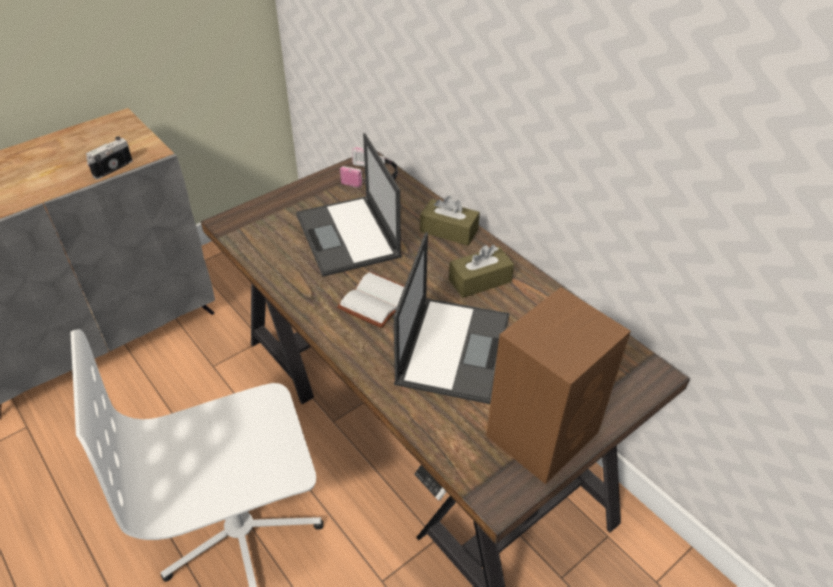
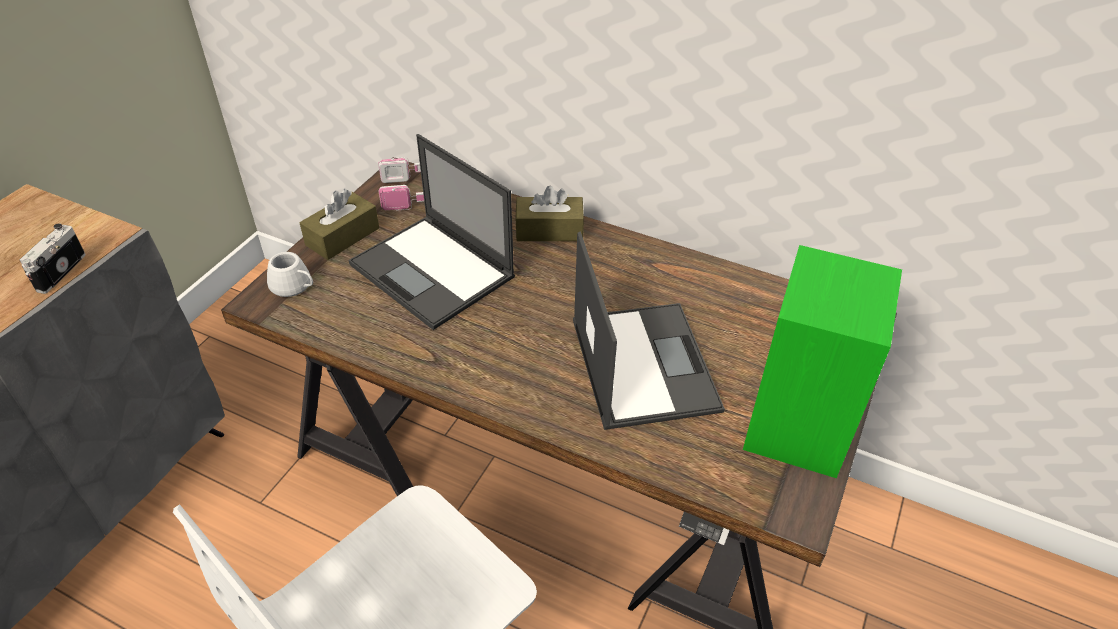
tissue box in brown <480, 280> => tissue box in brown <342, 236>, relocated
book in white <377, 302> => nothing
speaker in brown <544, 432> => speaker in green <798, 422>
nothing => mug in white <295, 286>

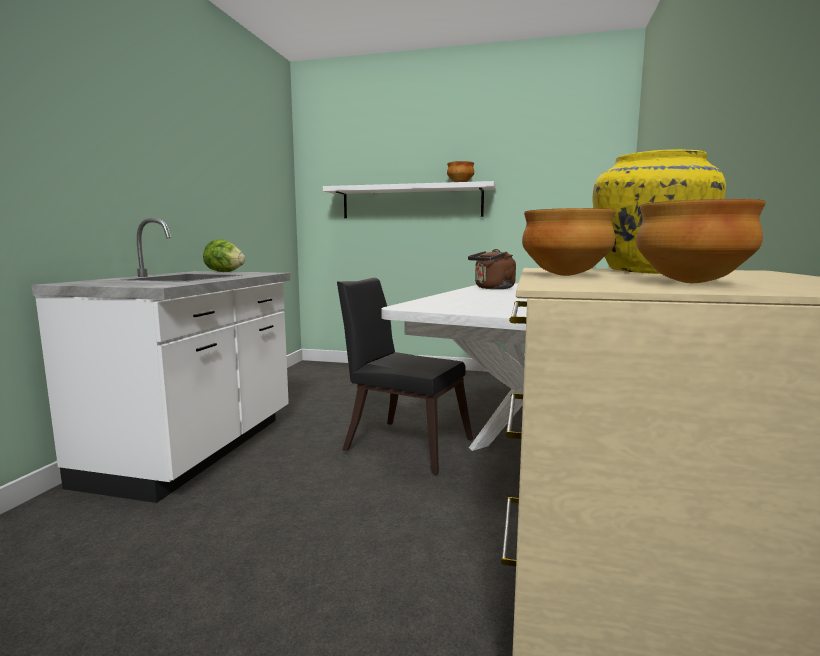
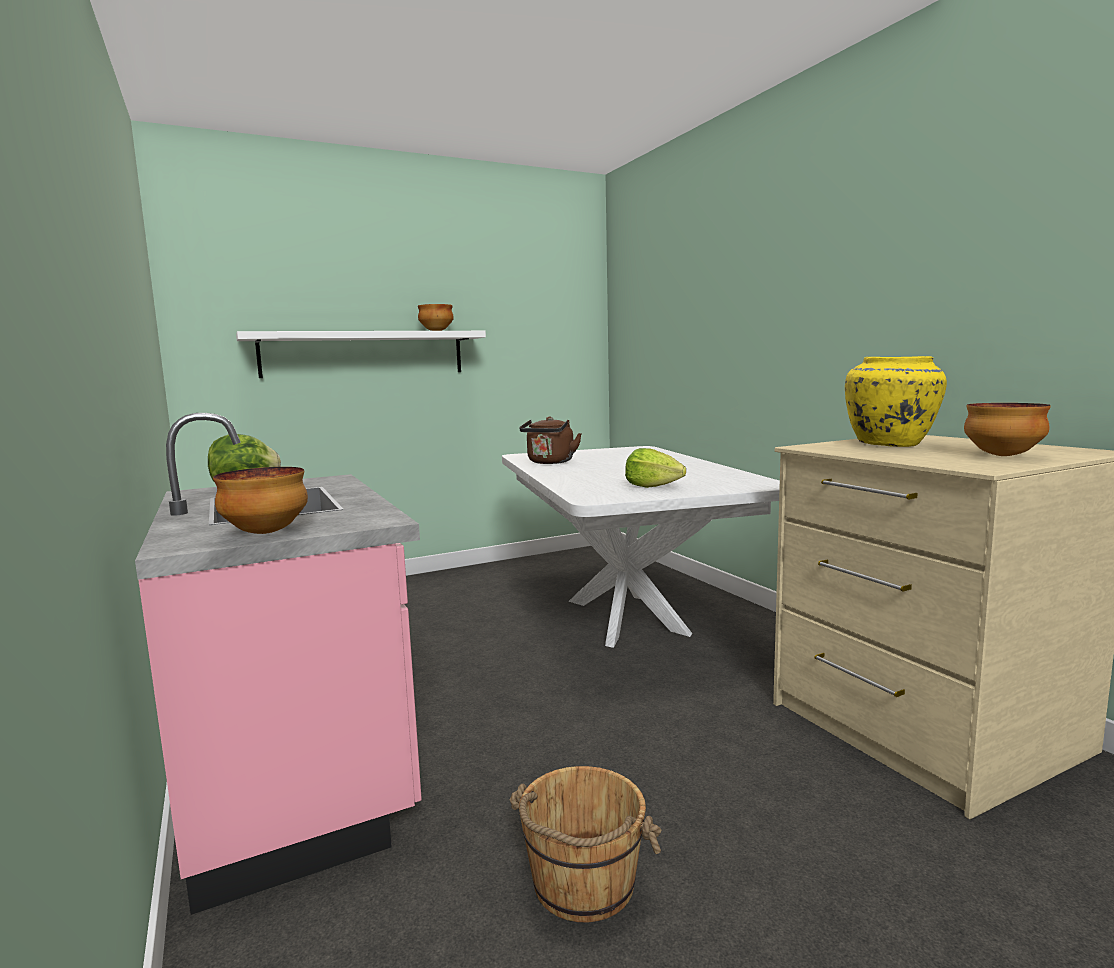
bowl <566, 275> => bowl <266, 533>, relocated
counter in white <196, 450> => counter in pink <301, 773>
chair in black <402, 443> => nothing
nothing => lettuce <652, 486>
nothing => bucket in brown <582, 884>

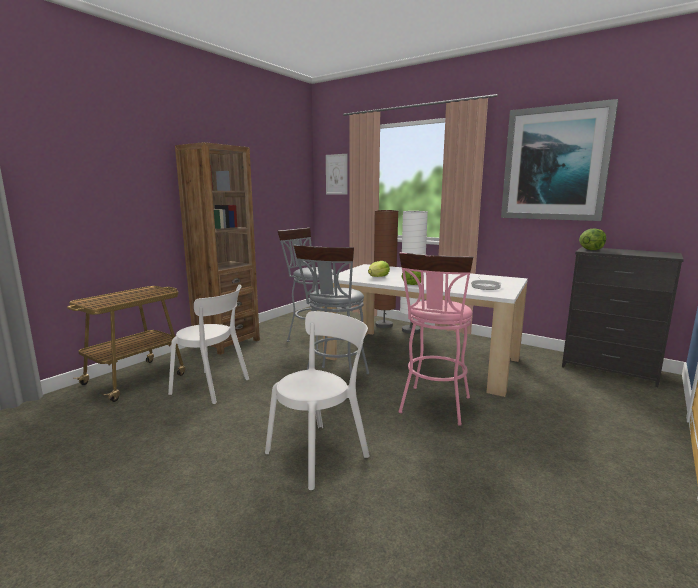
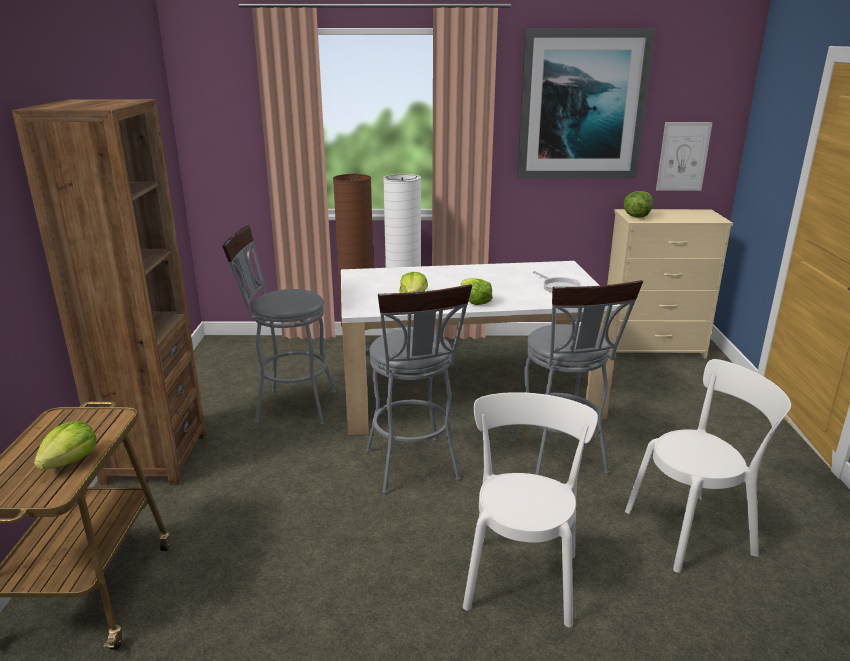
picture <336, 174> => picture <683, 156>, relocated
dresser in black <610, 369> => dresser in beige <653, 348>
stool in pink <434, 408> => stool in grey <561, 461>
chair in white <213, 387> => chair in white <694, 530>, relocated
nothing => lettuce <70, 461>

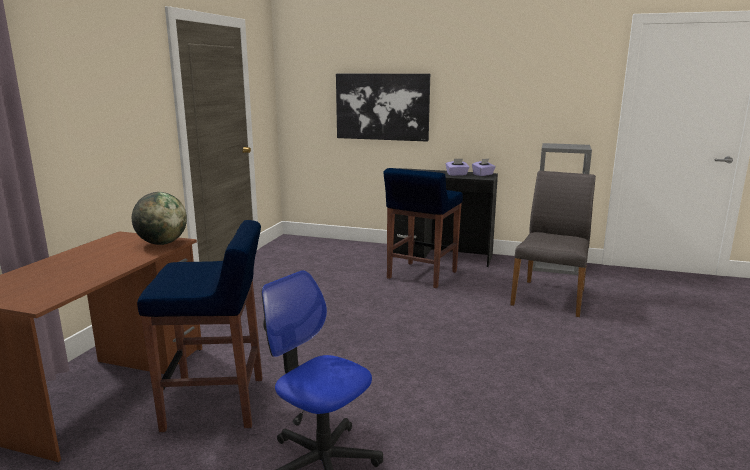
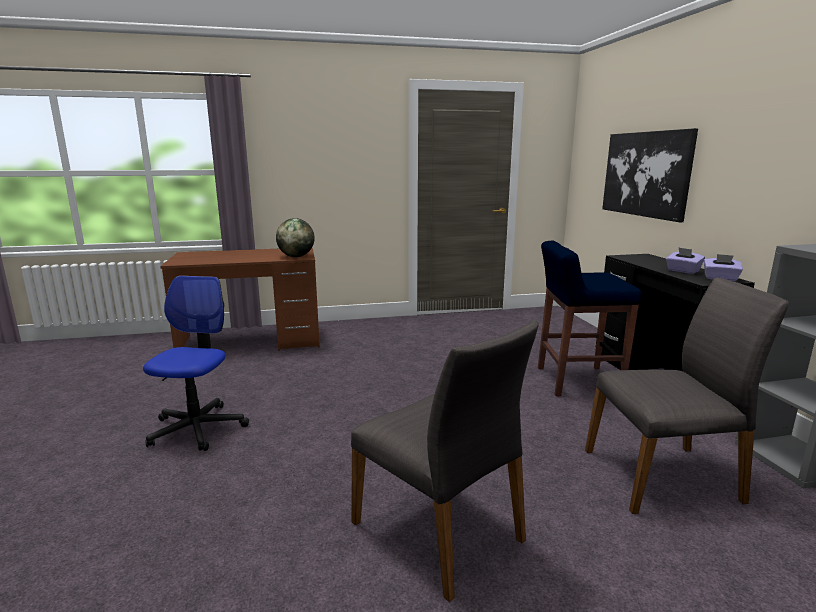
stool in blue <217, 404> => nothing
nothing => chair in grey <440, 531>

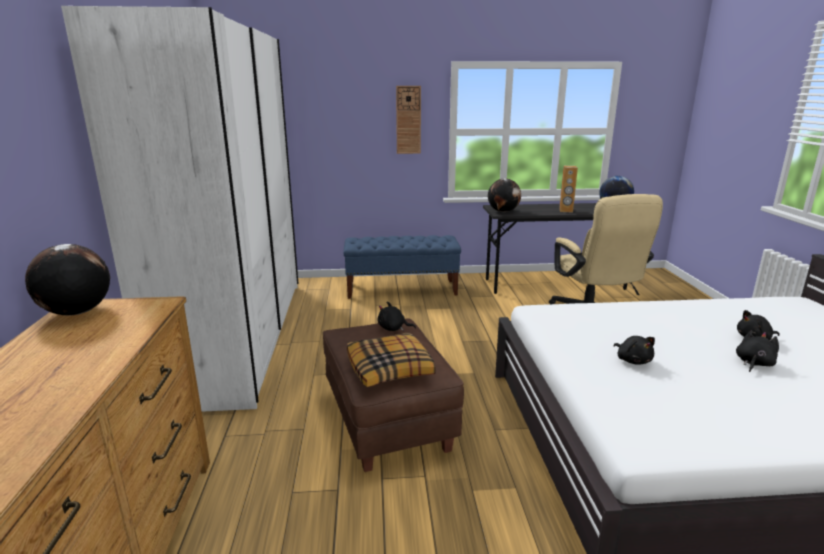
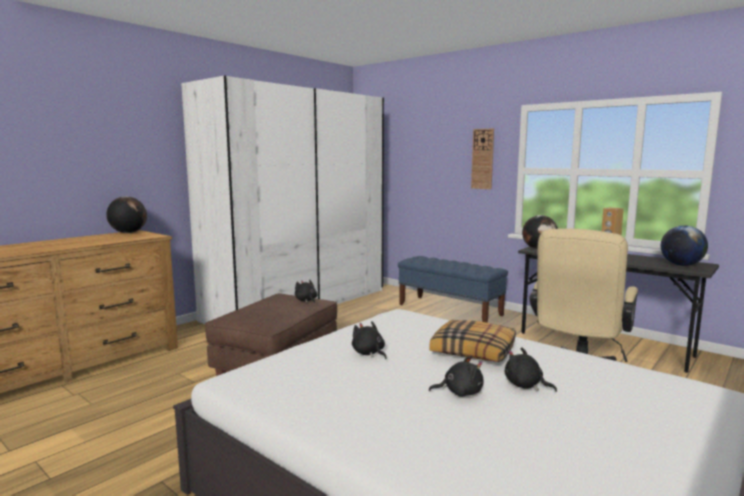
pillow <390, 368> => pillow <474, 351>, relocated
plush toy in black <633, 360> => plush toy in black <369, 353>, 120 degrees clockwise

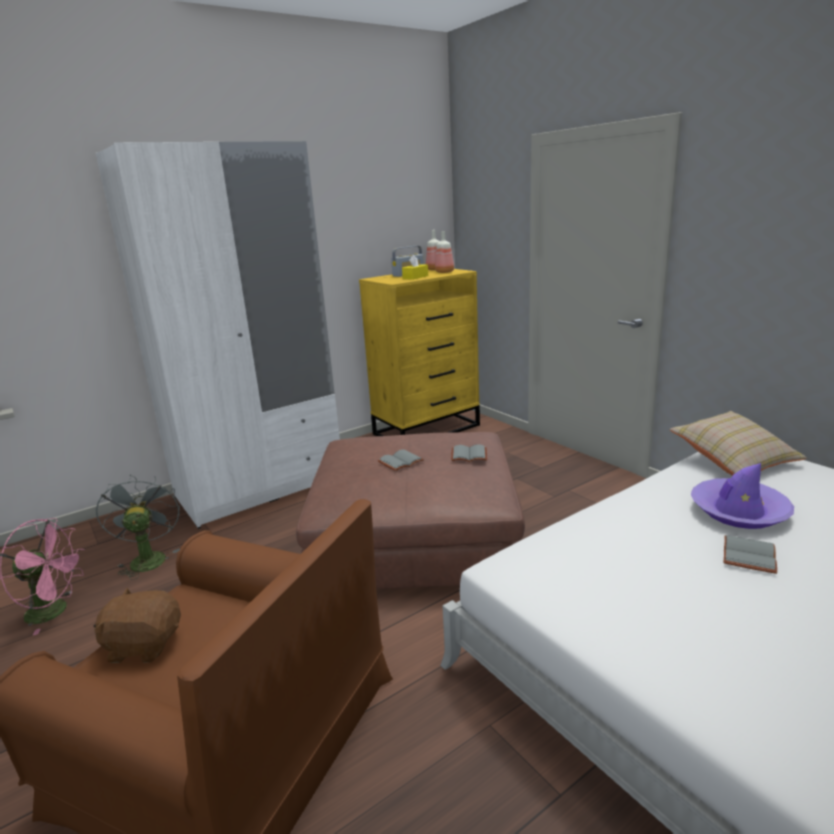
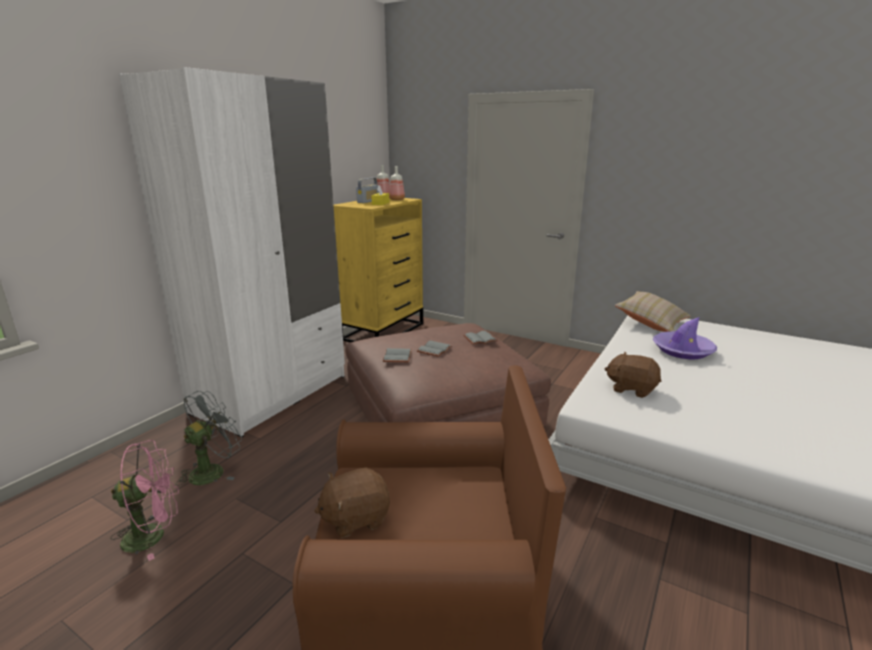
fan in grey <147, 558> => fan in grey <212, 470>, 75 degrees clockwise
book in grey <751, 556> => book in grey <398, 357>, relocated
nothing => plush toy in brown <631, 388>

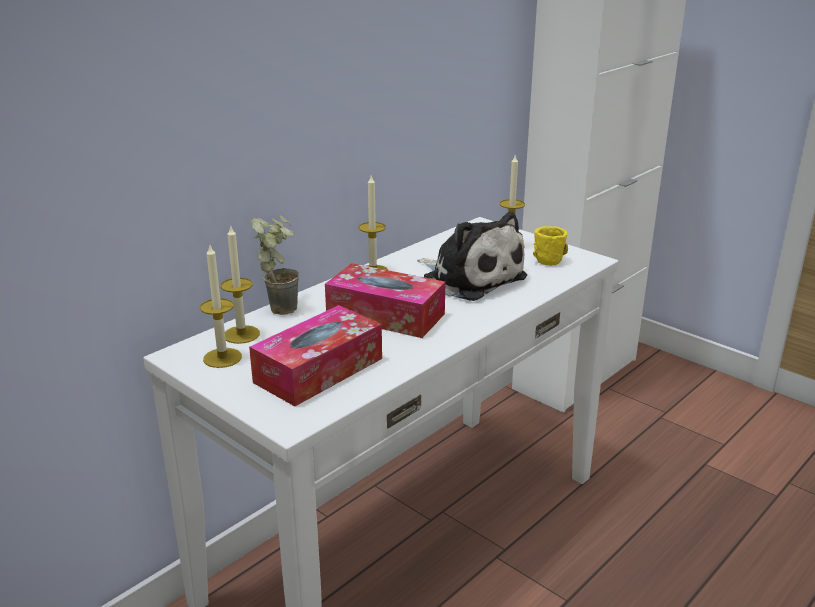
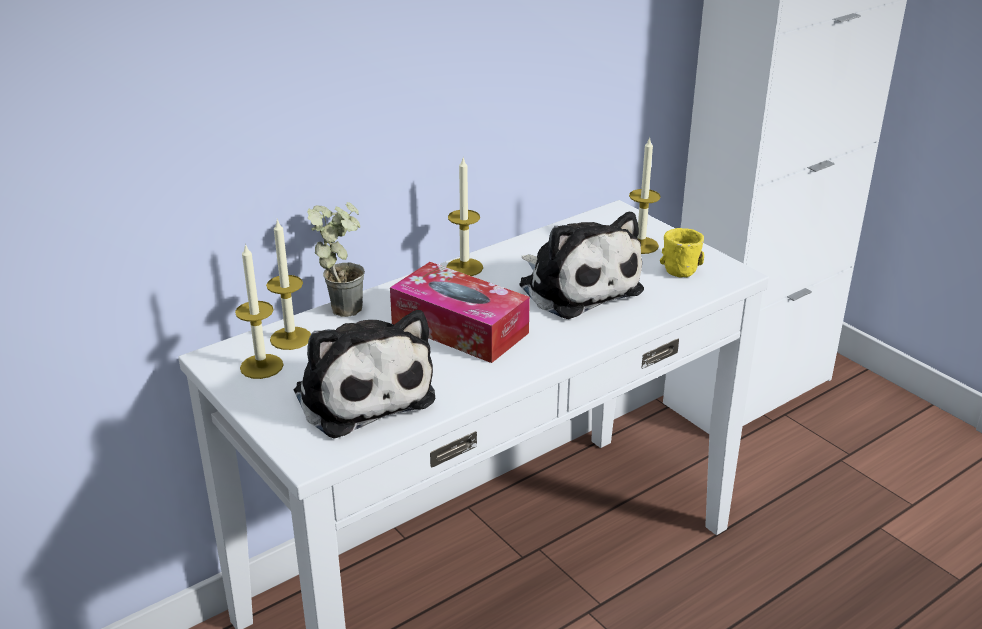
tissue box <319, 370> => plush toy <361, 393>

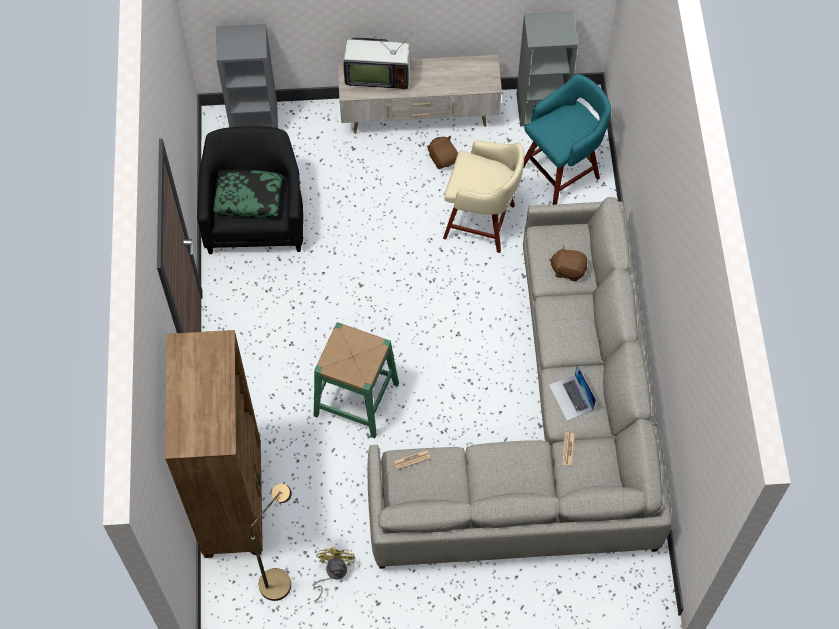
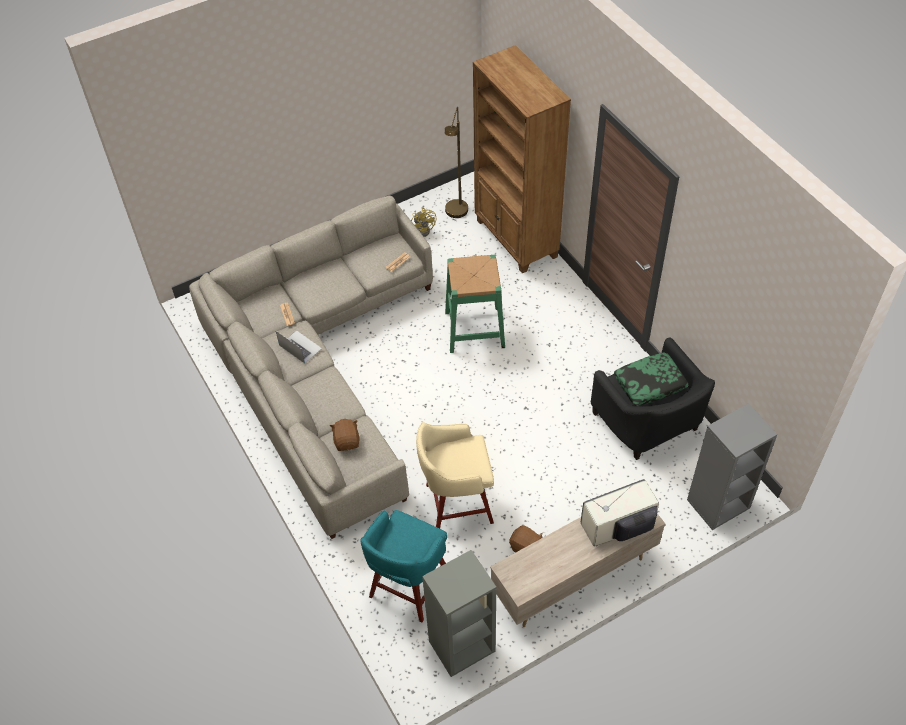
plush toy in brown <568, 269> => plush toy in brown <347, 441>, 90 degrees counterclockwise

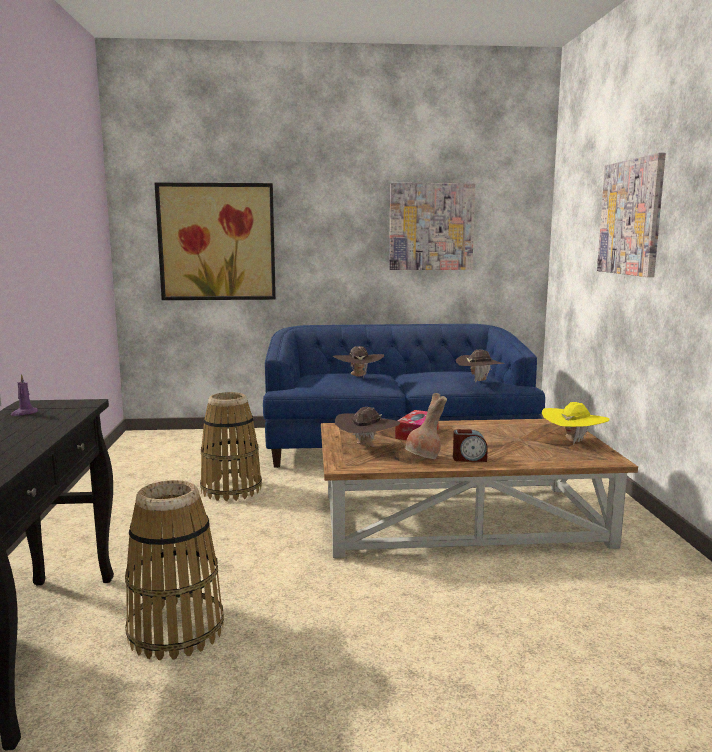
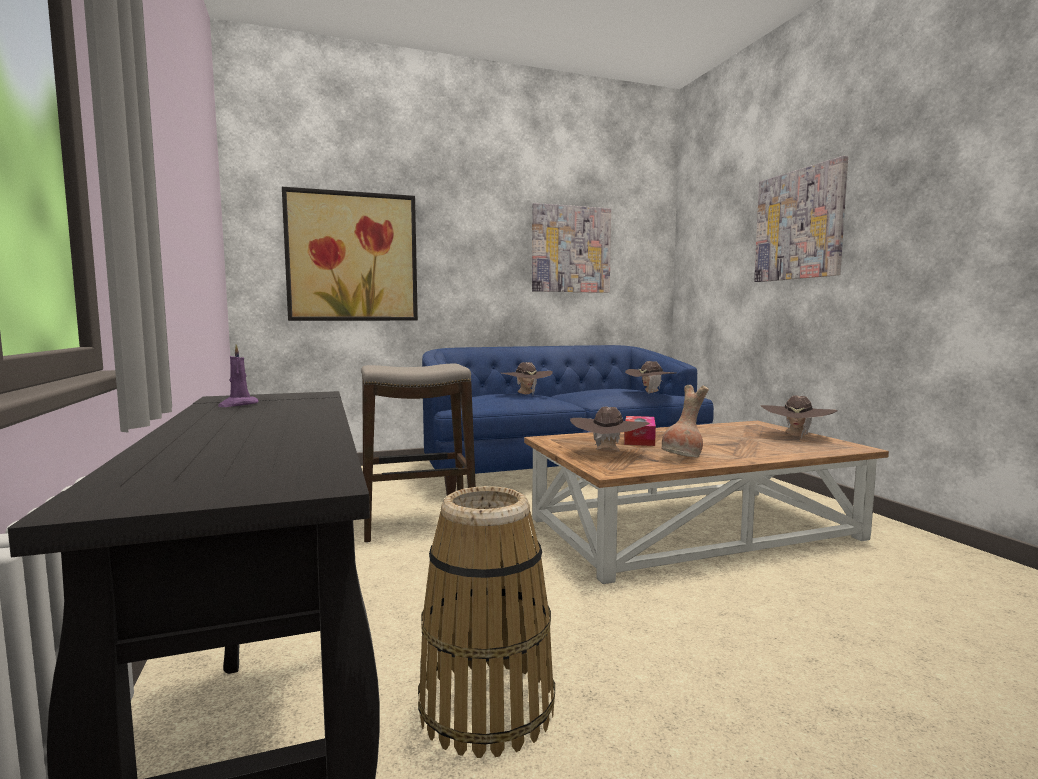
basket <231, 489> => stool <417, 524>
hat in yellow <573, 441> => hat in brown <796, 436>
alarm clock <469, 459> => nothing

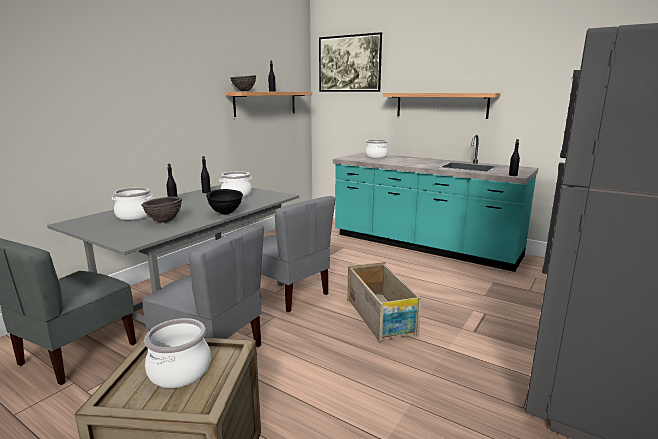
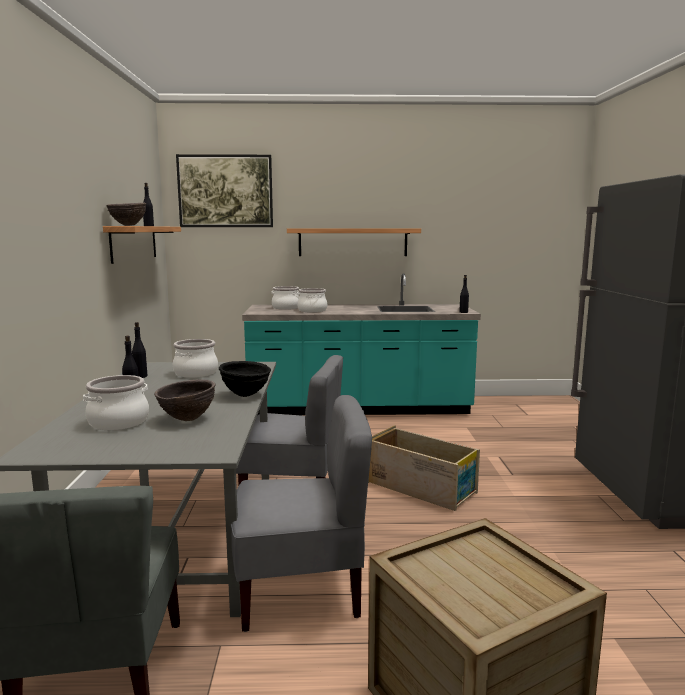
cooking pot <179, 371> => cooking pot <312, 310>, relocated

